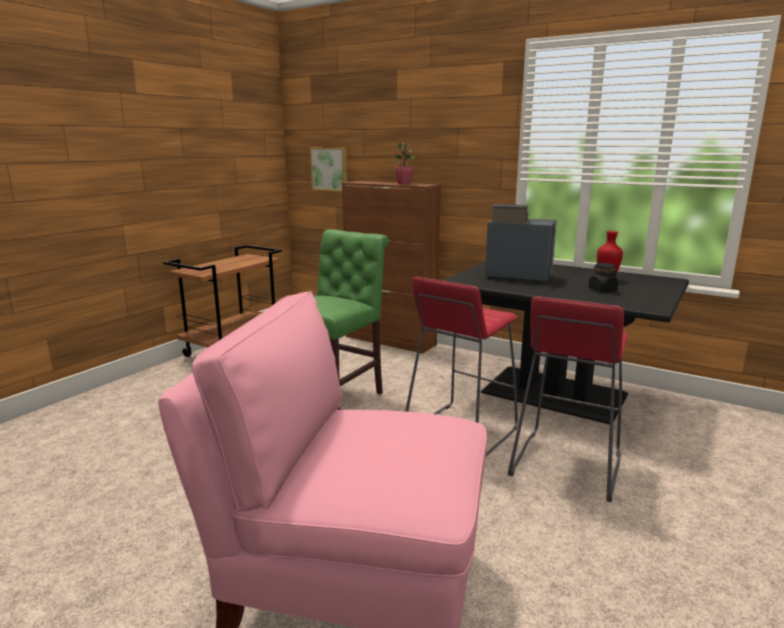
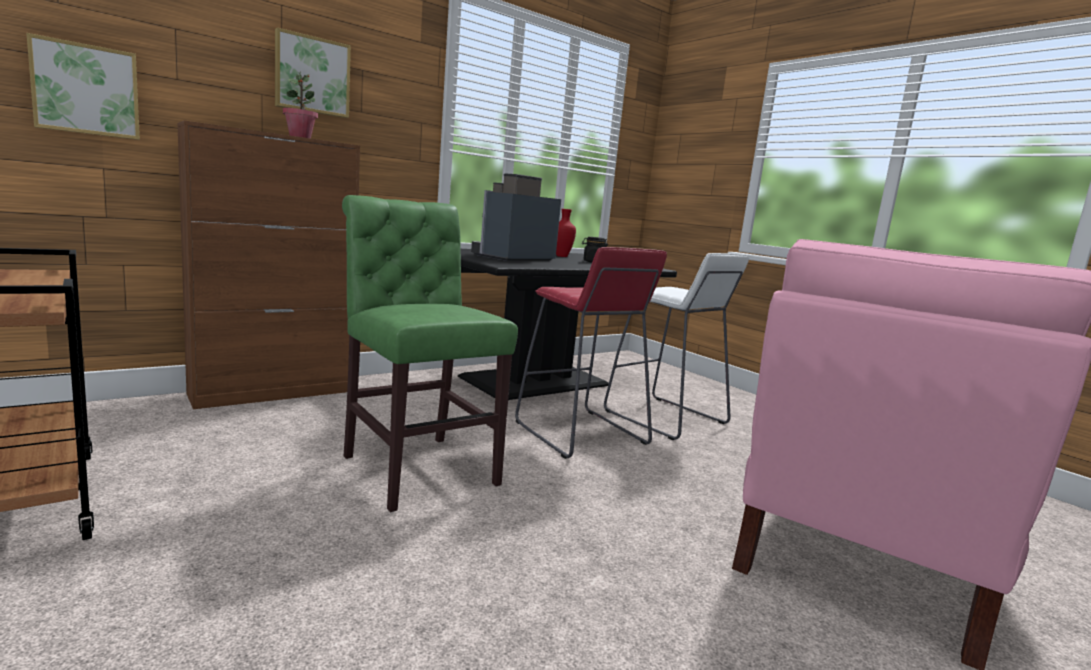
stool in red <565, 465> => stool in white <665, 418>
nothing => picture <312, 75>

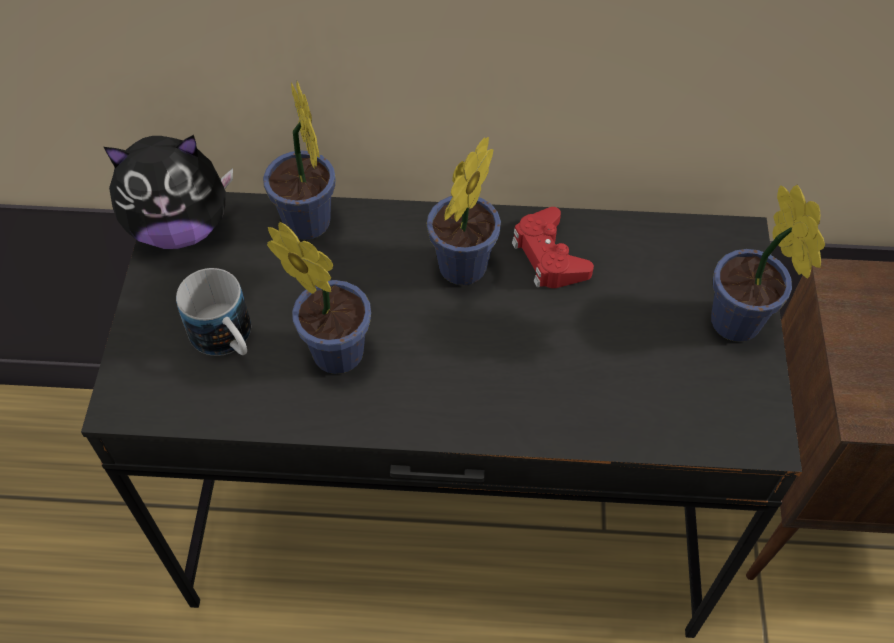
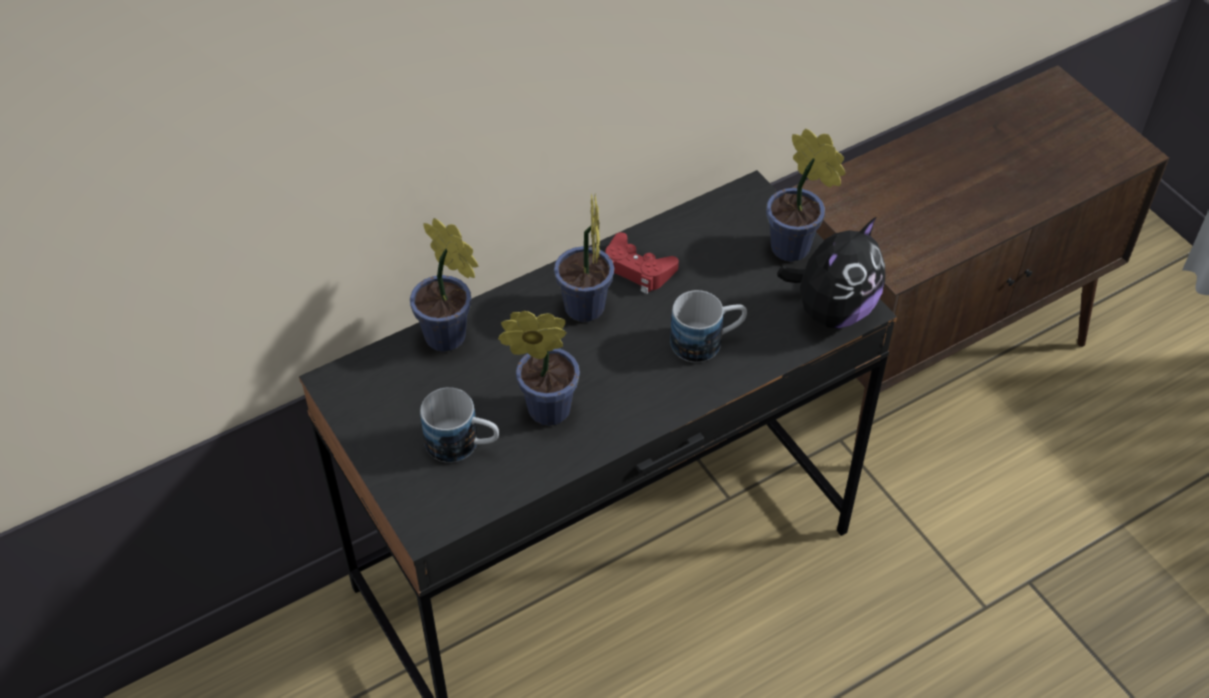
plush toy <181, 227> => plush toy <832, 310>, relocated
nothing => mug <707, 341>

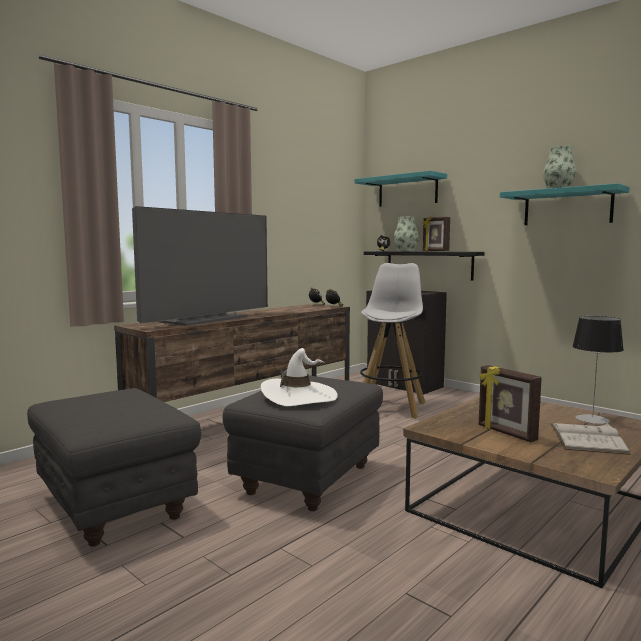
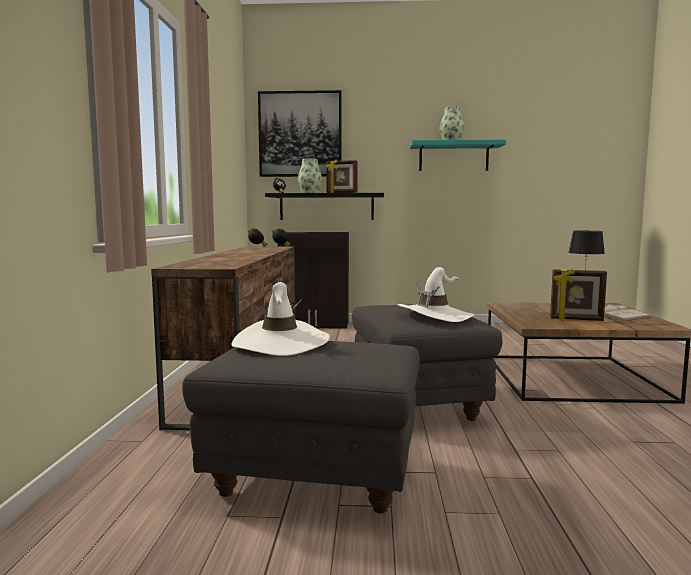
shelf in turquoise <407, 191> => picture <300, 134>
television <205, 319> => nothing
stool in white <390, 407> => nothing
nothing => hat in white <280, 343>

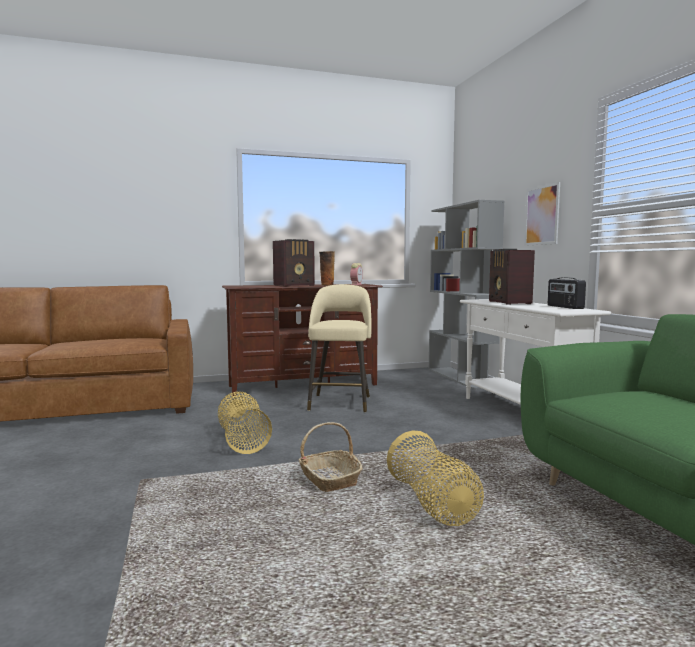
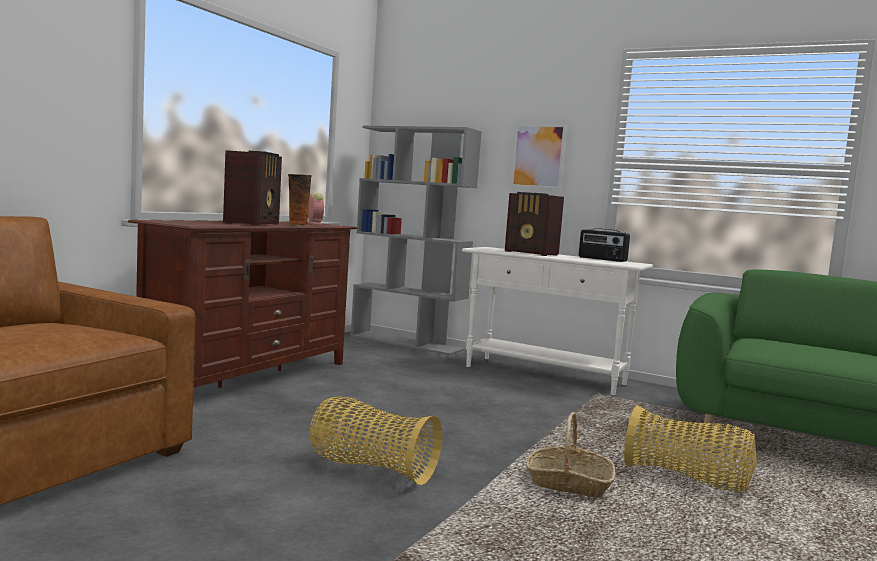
stool in beige <340, 402> => nothing

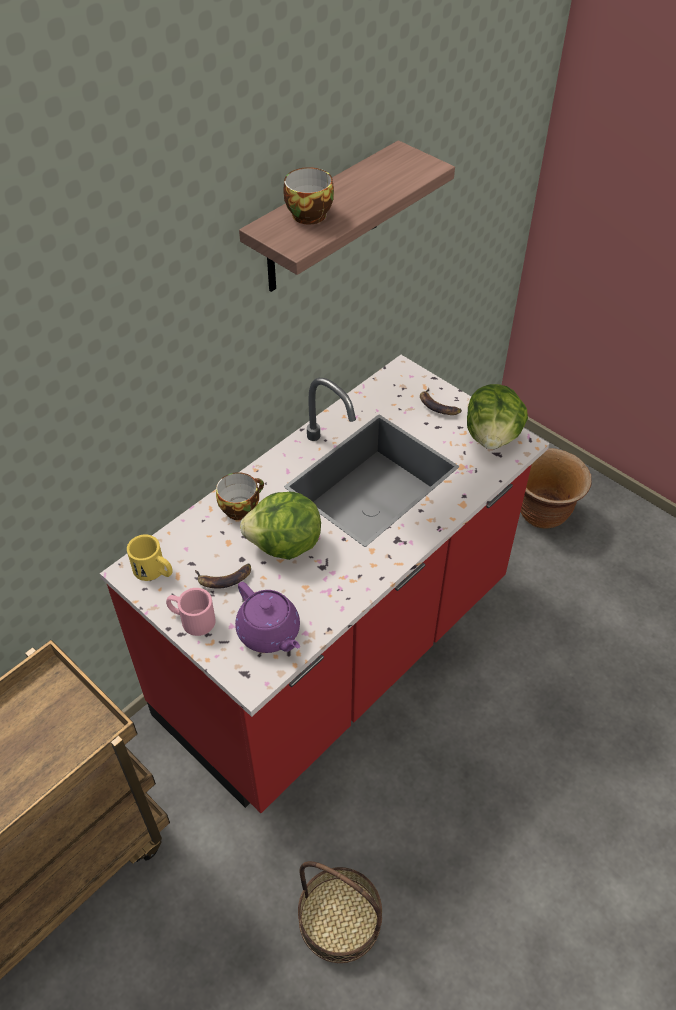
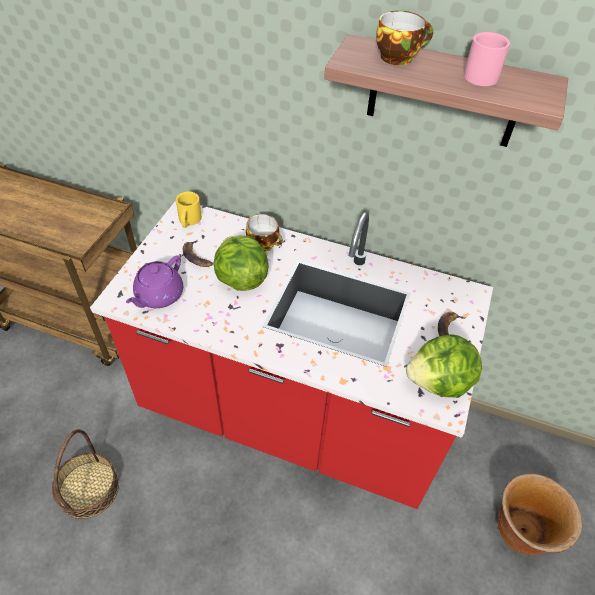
mug in pink <191, 619> => mug in pink <478, 73>, relocated

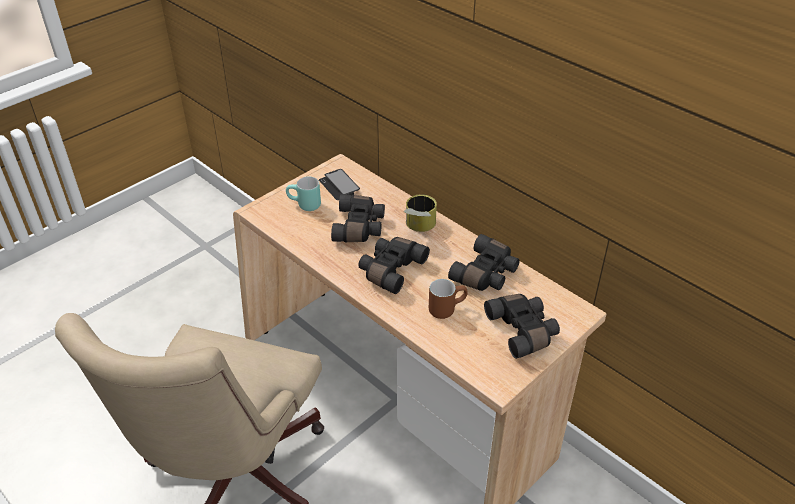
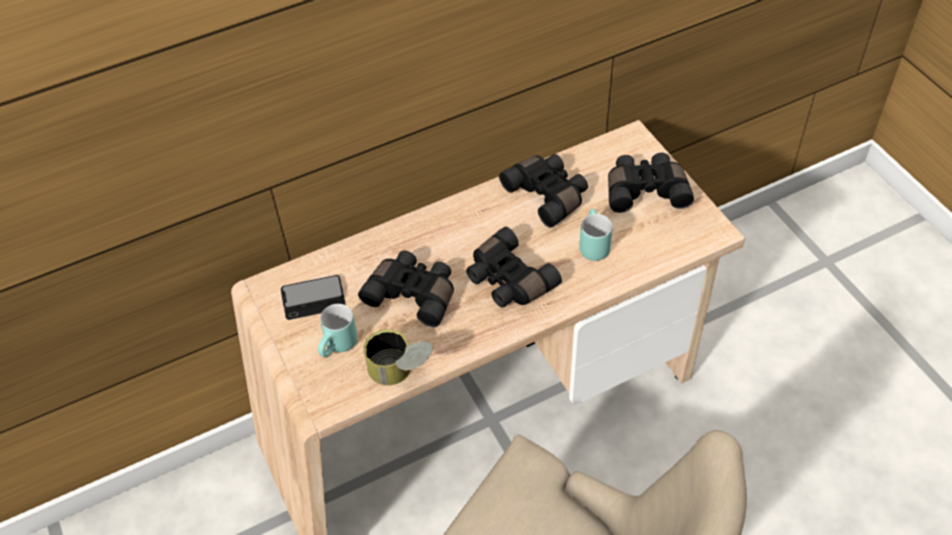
can <418, 228> => can <401, 372>, relocated
mug in brown <446, 308> => mug in turquoise <591, 245>

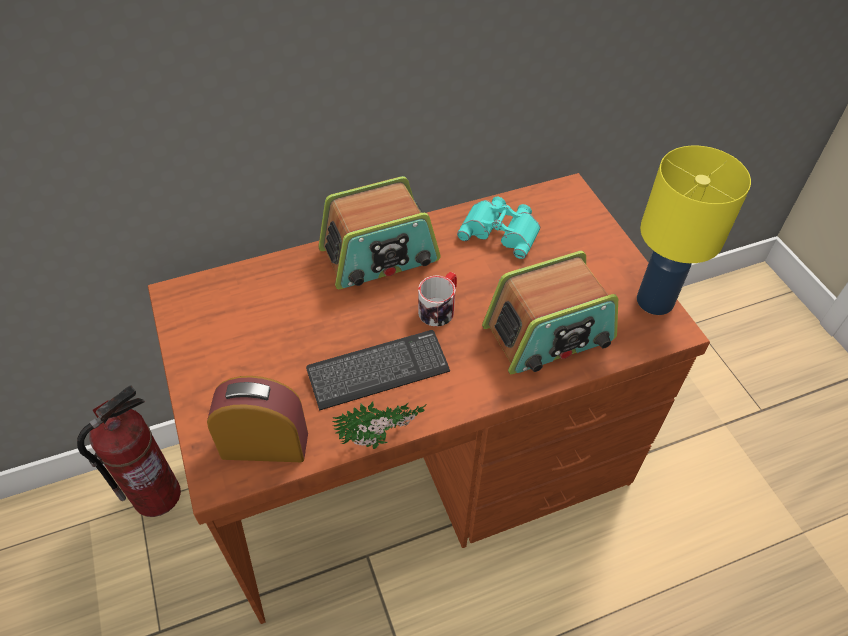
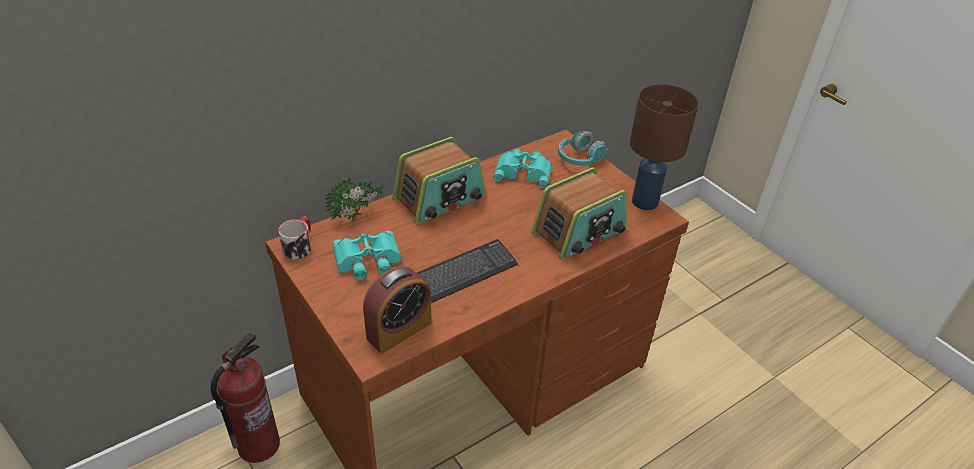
table lamp in yellow <655, 302> => table lamp in brown <645, 202>
mug <440, 307> => mug <300, 246>, relocated
alarm clock <265, 444> => alarm clock <399, 330>, 150 degrees clockwise
potted plant <382, 441> => potted plant <357, 216>, relocated
nothing => headphones in turquoise <580, 160>
nothing => binoculars in turquoise <368, 260>

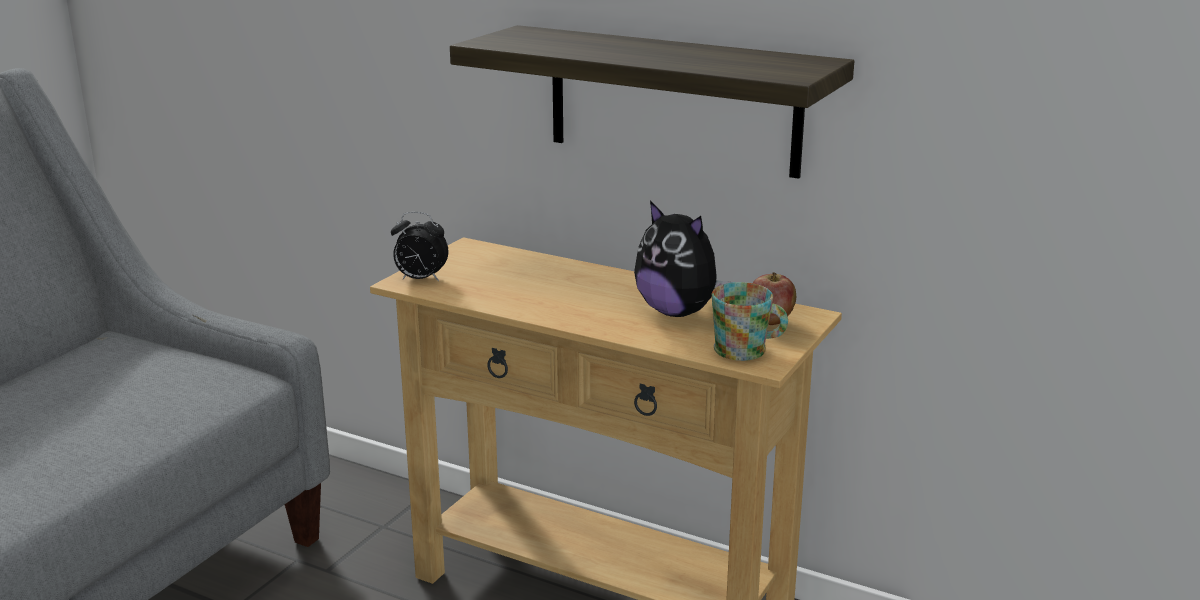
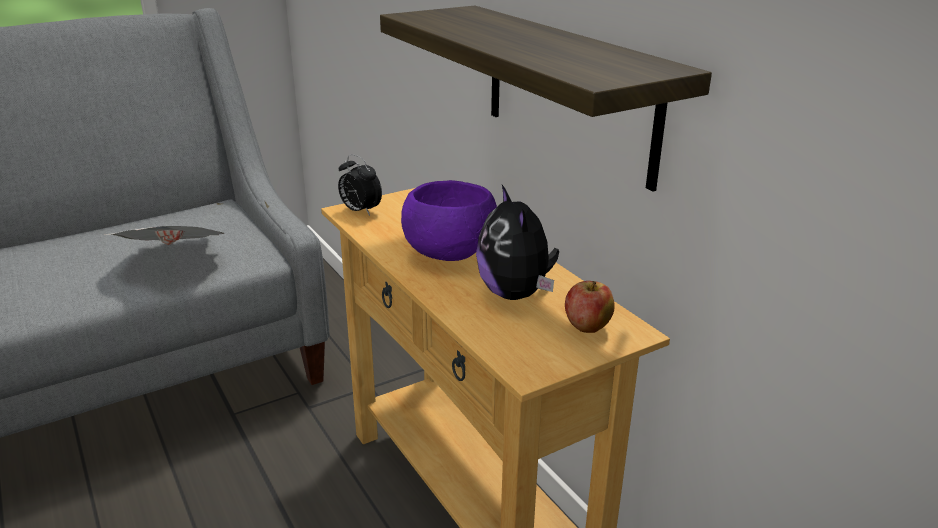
mug <747, 350> => nothing
nothing => bowl in purple <447, 254>
nothing => newspaper <175, 260>

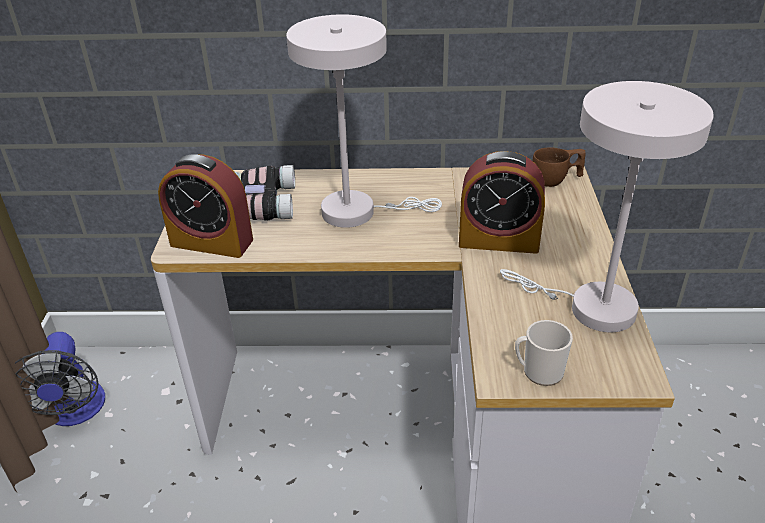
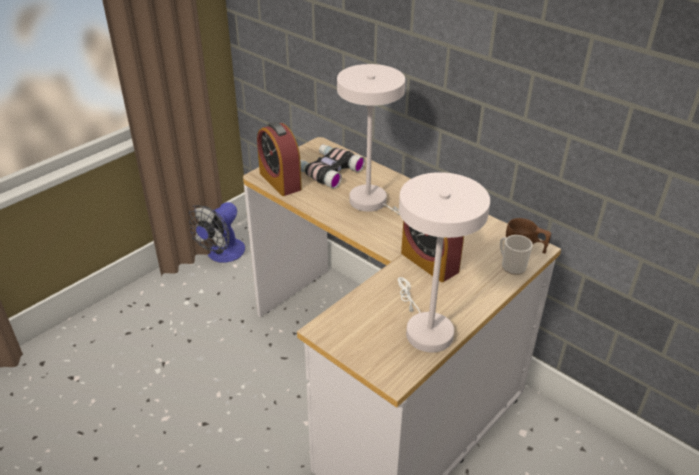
mug <538, 372> => mug <511, 265>, relocated

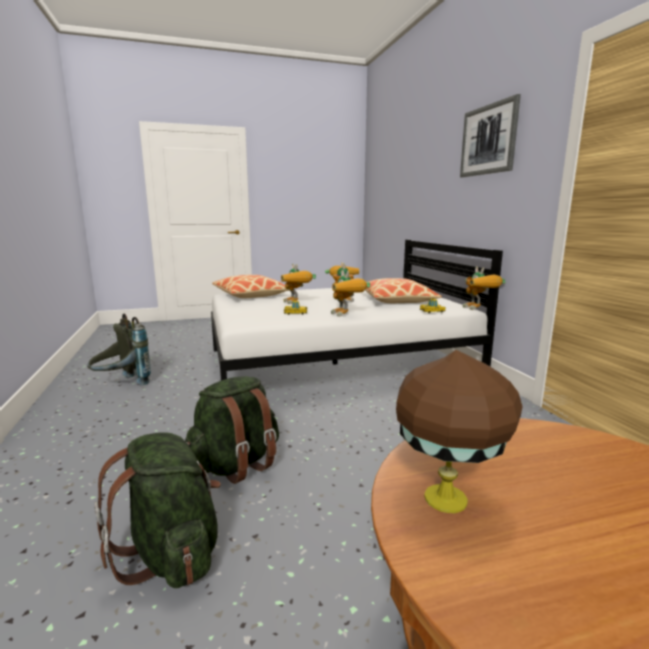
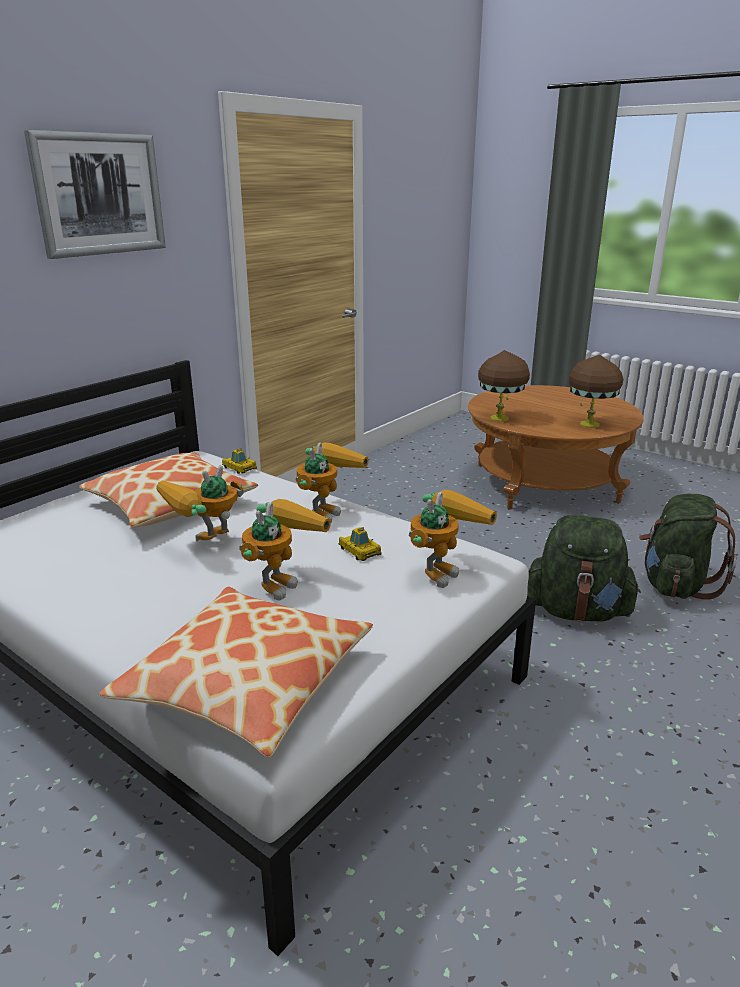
toy robot <479, 309> => toy robot <442, 569>, relocated
backpack in grey <121, 384> => nothing
nothing => table lamp in brown <500, 418>

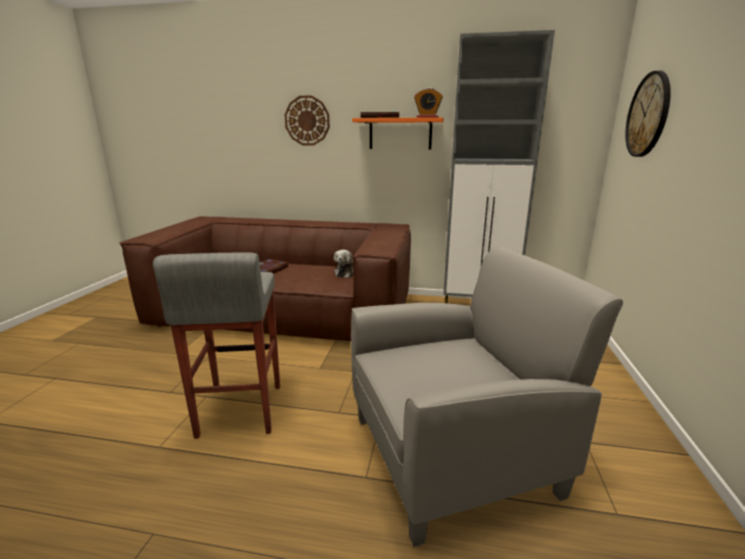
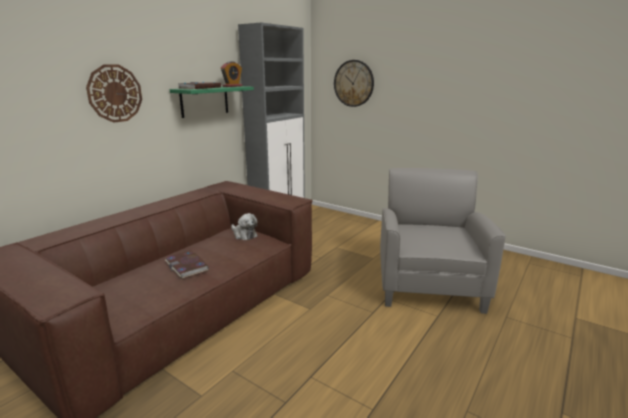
shelf in orange <400, 134> => shelf in green <204, 101>
stool in grey <239, 411> => nothing

